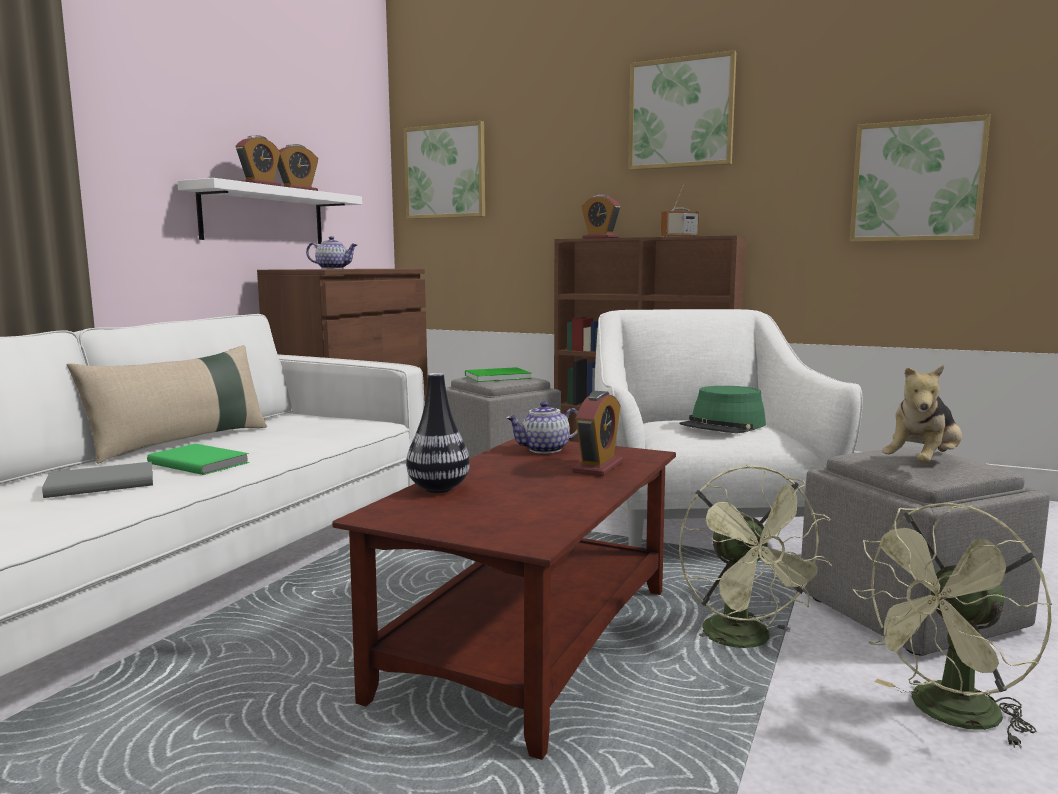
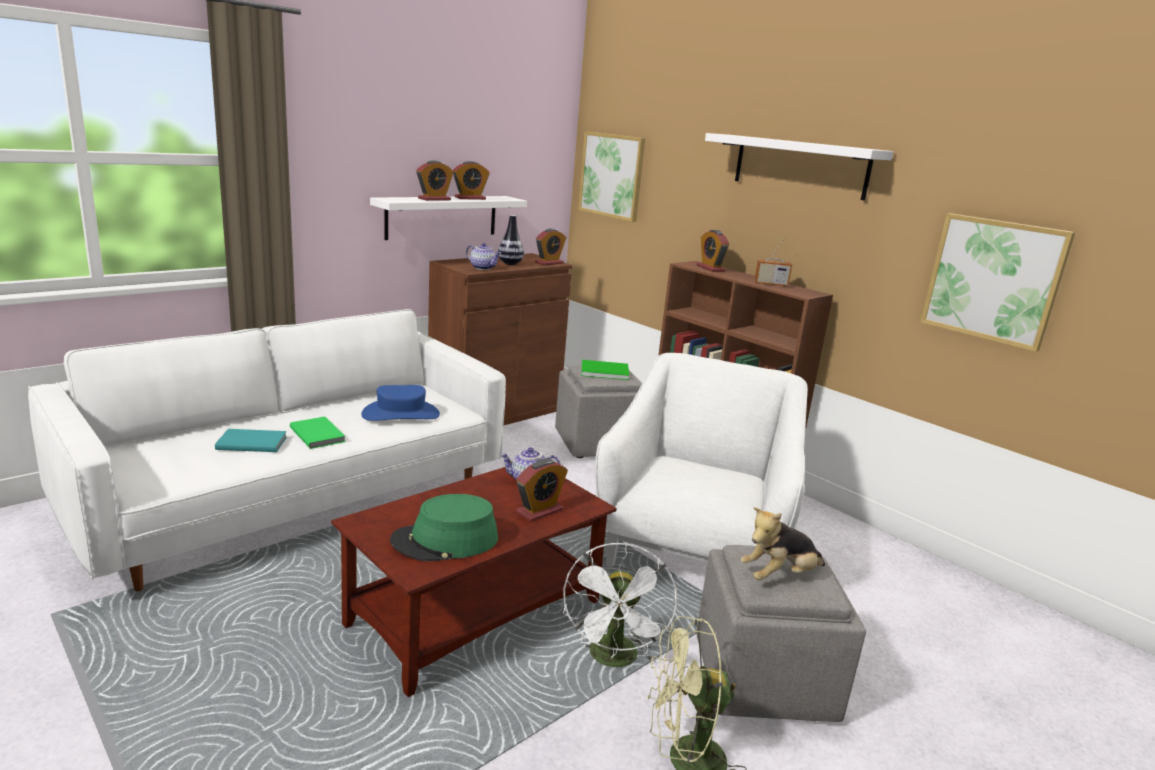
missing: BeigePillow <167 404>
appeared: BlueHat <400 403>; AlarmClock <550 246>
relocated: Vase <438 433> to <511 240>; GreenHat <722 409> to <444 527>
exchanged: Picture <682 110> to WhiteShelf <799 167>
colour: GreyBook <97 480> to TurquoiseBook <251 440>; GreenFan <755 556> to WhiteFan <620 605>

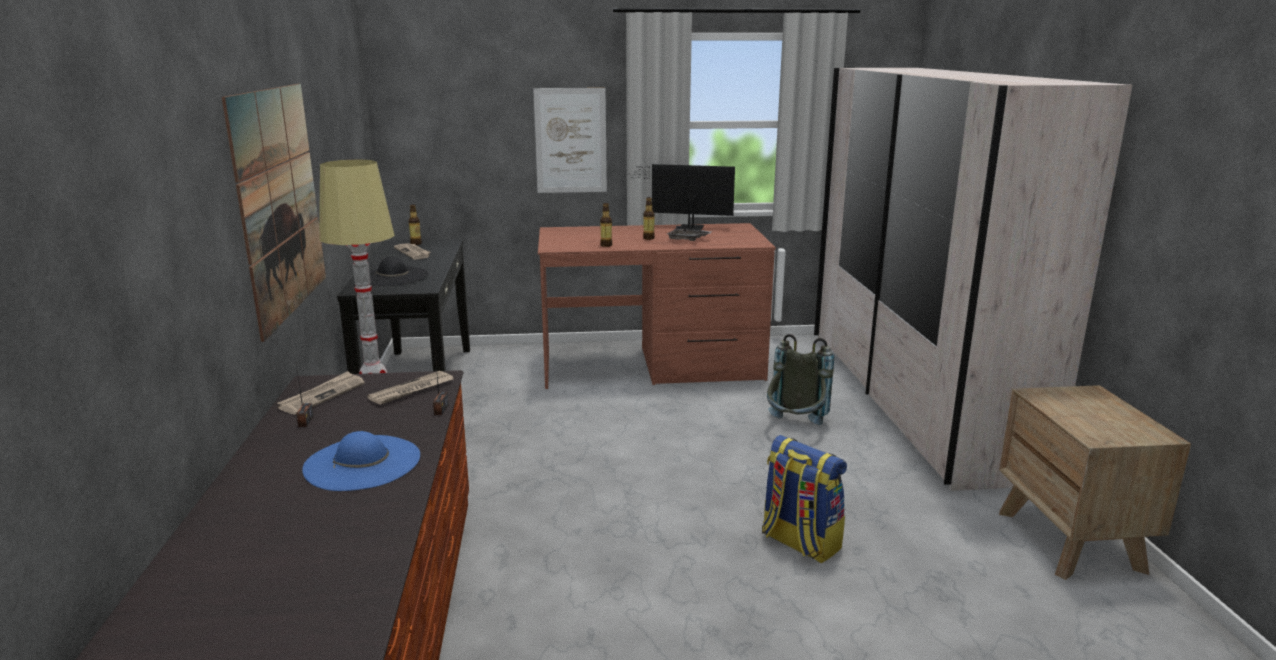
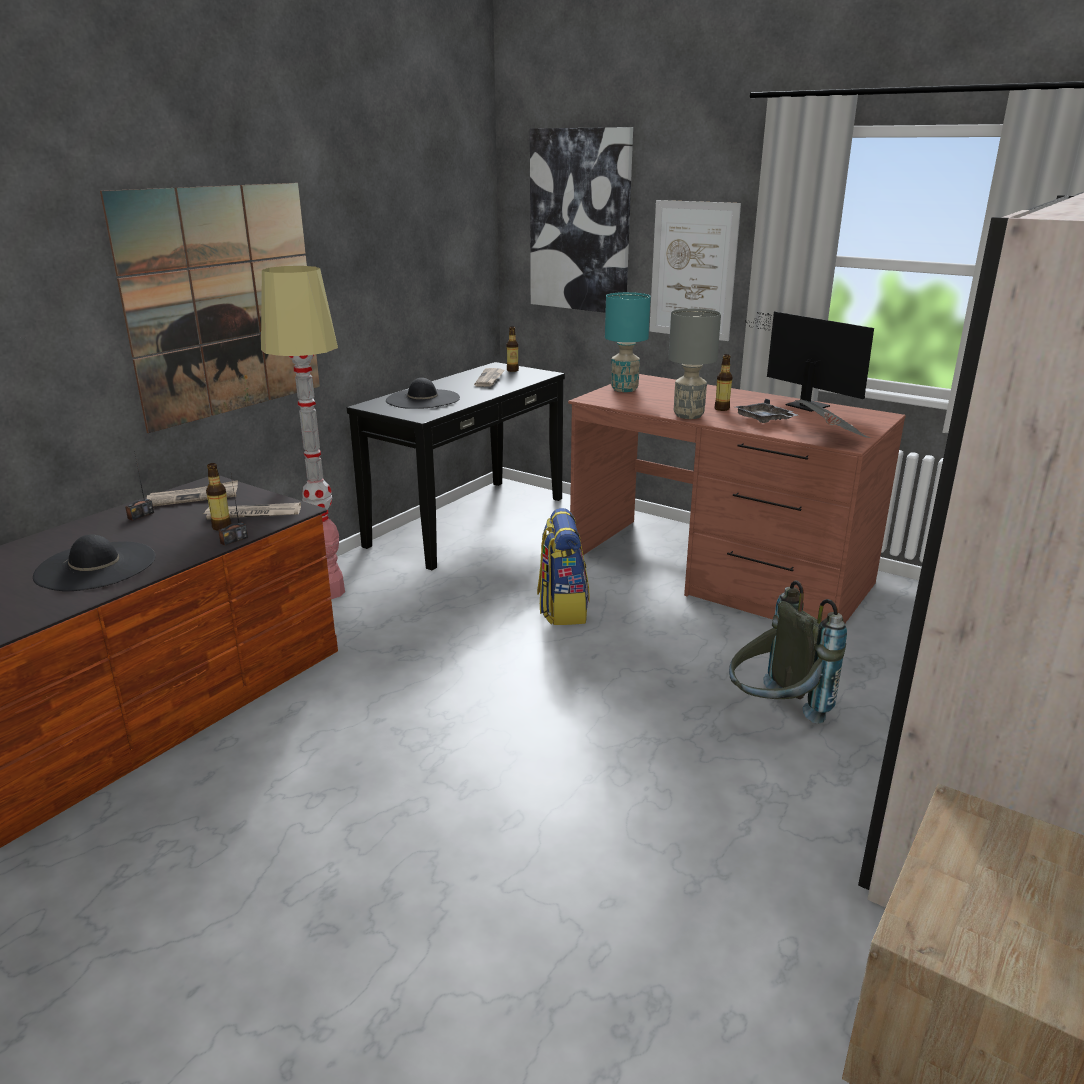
appeared: Picture <581 220>; TurquoiseTableLamp <628 342>; GreyTableLamp <694 364>; Newspaper <833 419>
relocated: Bottle <606 225> to <218 497>; Backpack <804 499> to <563 566>
colour: BlueHat <361 461> to BlackHat <94 562>

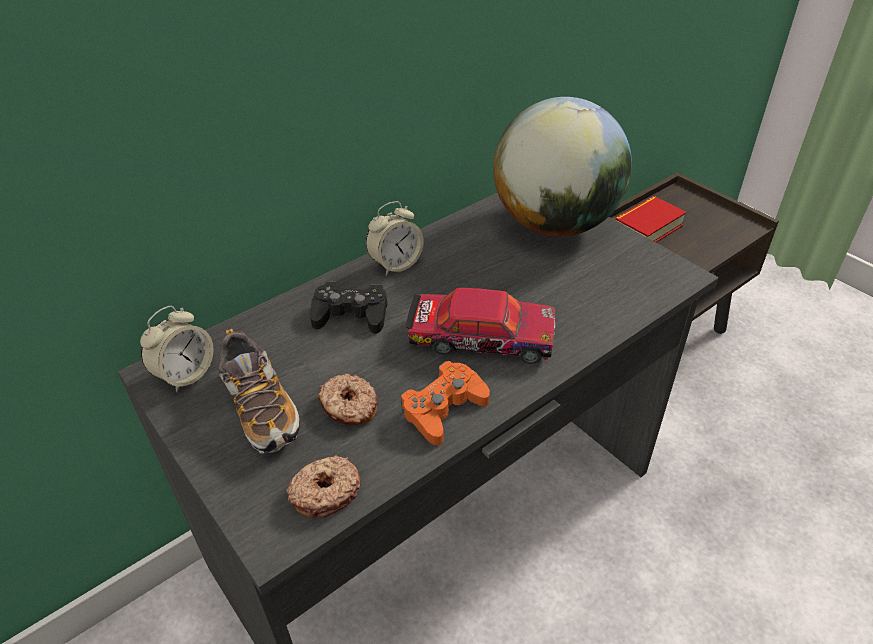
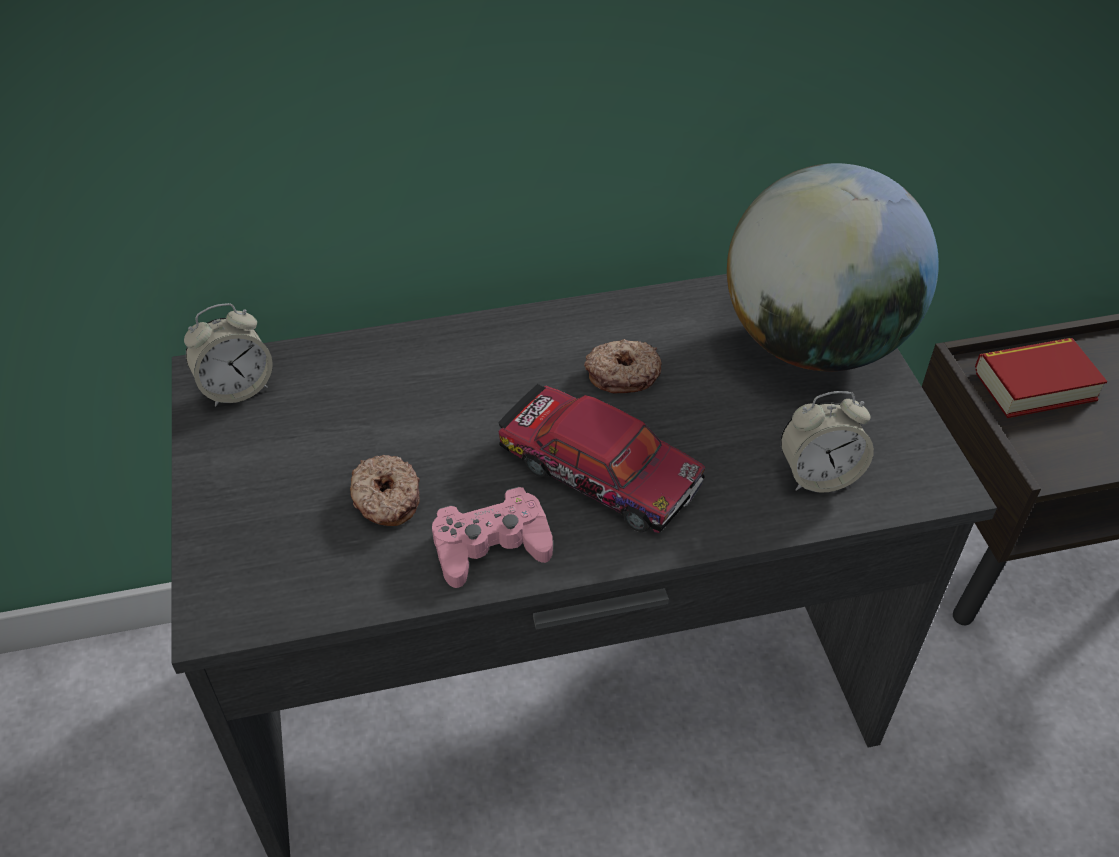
missing: Shoe <259 391>; BlackGameController <349 307>
relocated: Donut <324 486> to <623 366>; AlarmClock <395 238> to <827 442>
colour: OrangeGameController <445 403> to PinkGameController <492 537>

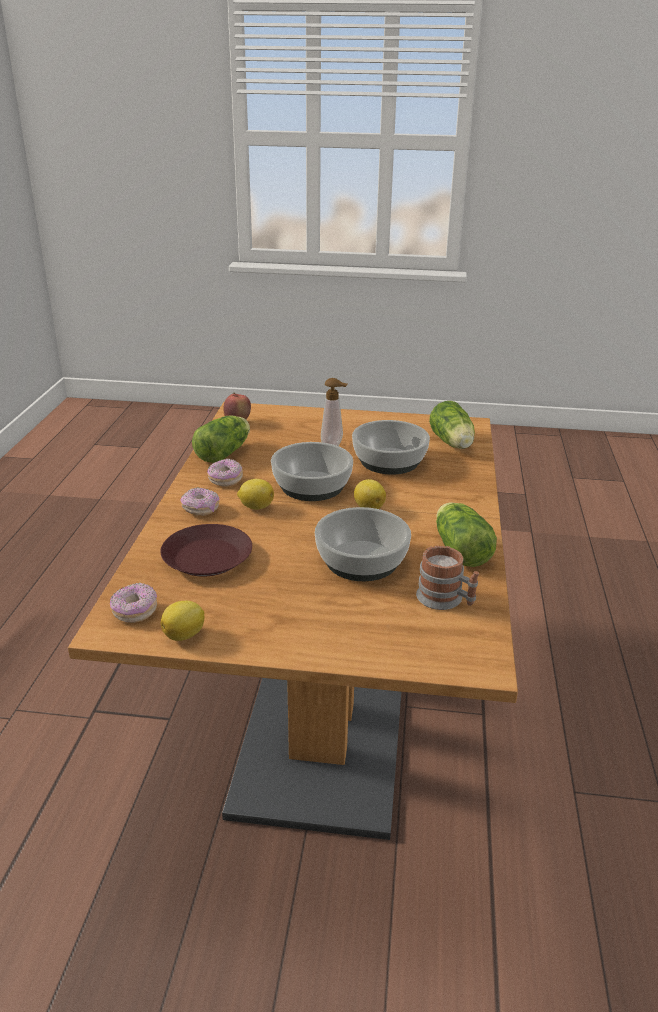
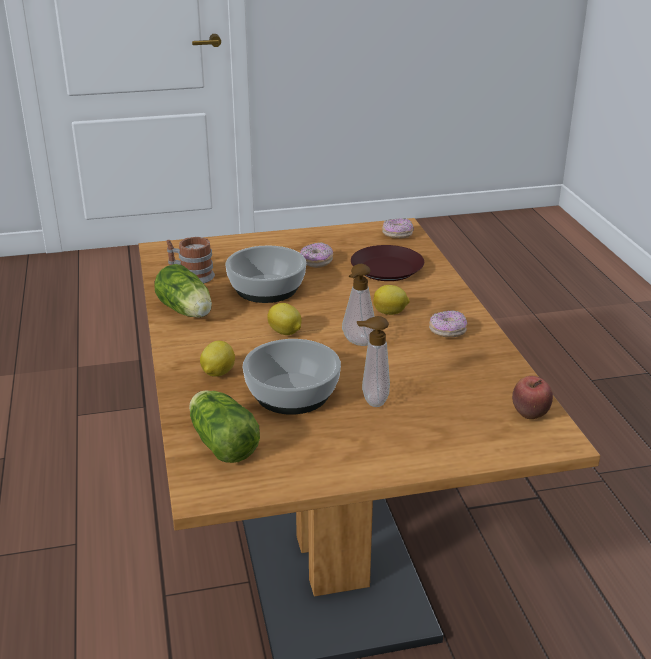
missing: Lettuce <221 439>
relocated: Lemon <183 621> to <217 359>; Donut <199 501> to <316 255>
exchanged: Bowl <312 471> to SoapDispenser <358 305>

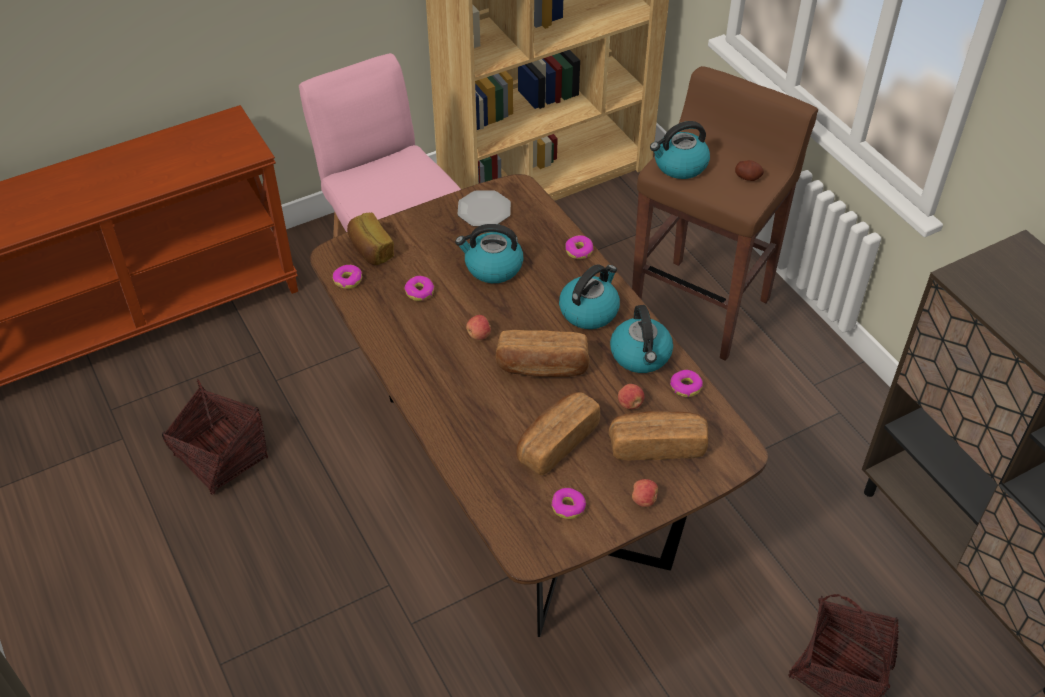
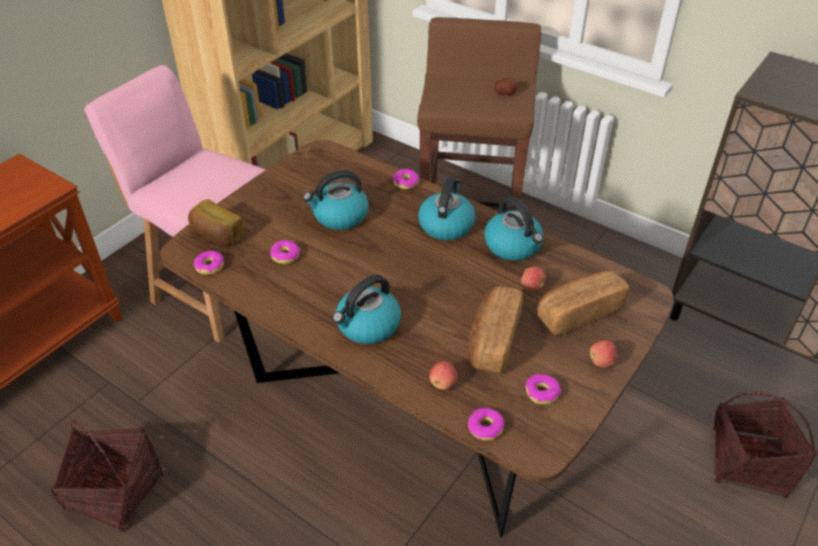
missing: Plate <484 208>; Bread <542 353>
relocated: Apple <478 327> to <443 375>; Kettle <680 150> to <366 309>; Donut <686 383> to <486 424>

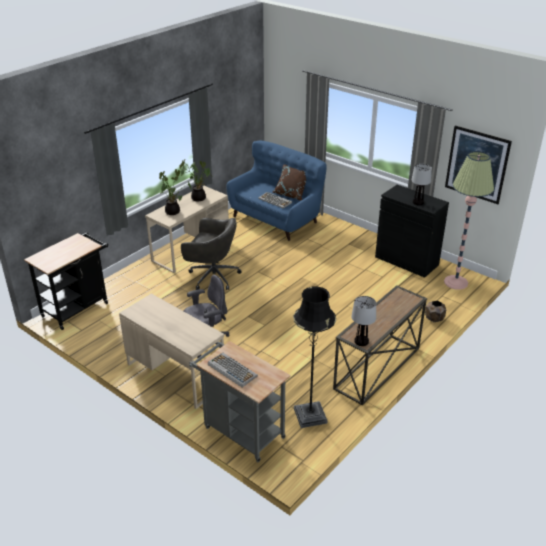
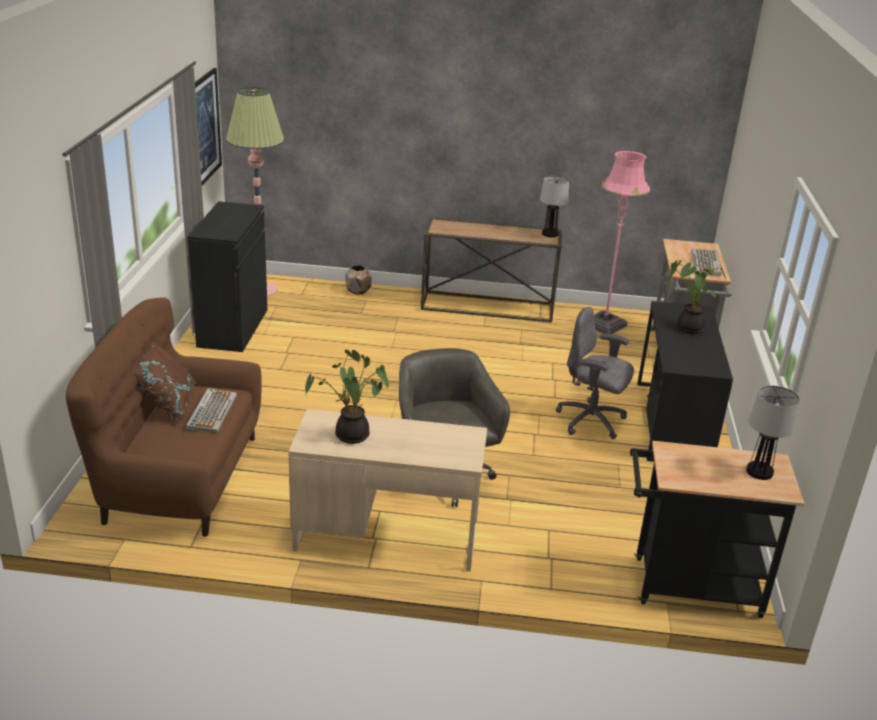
relocated: PottedPlant <175 192> to <697 297>; TableLamp <421 184> to <773 433>
colour: BeigeDesk <171 351> to BlackDesk <685 381>; BlueSofa <277 191> to BrownSofa <164 417>; BlackFloorLamp <314 357> to PinkFloorLamp <622 242>

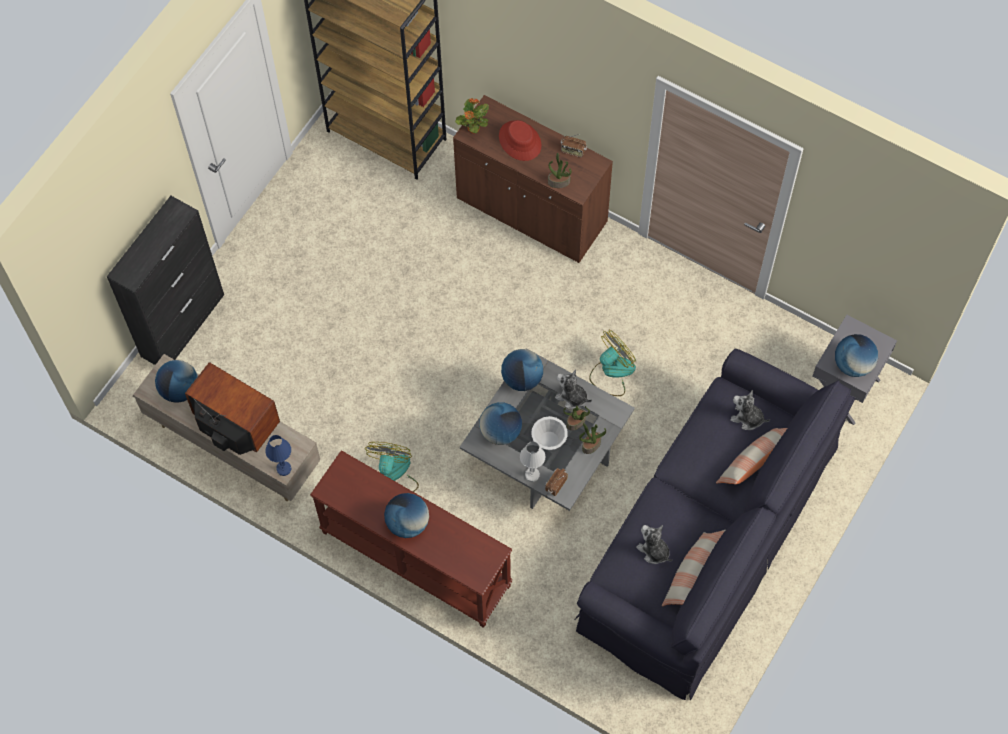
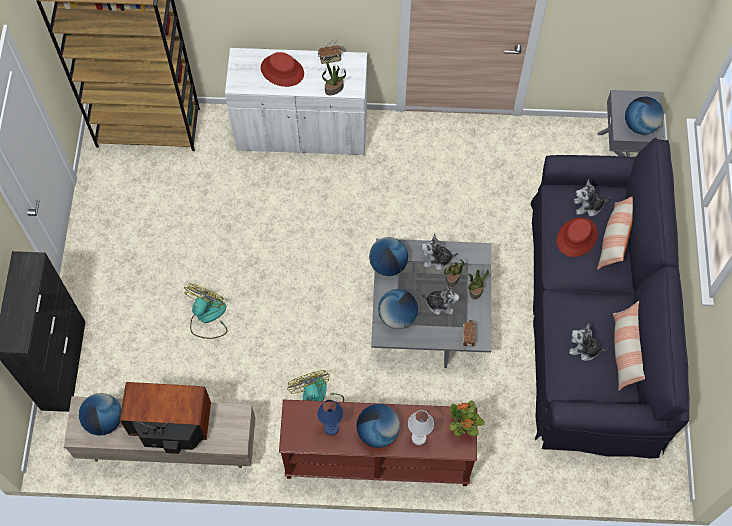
appeared: RedHat <577 237>
relocated: BlueTableLamp <278 455> to <330 417>; PottedPlant <472 116> to <467 418>; WhiteTableLamp <532 462> to <421 427>; Fan <612 363> to <205 311>
exchanged: WhiteBowl <550 433> to PlushToy <440 301>
colour: BrownCabinet <533 179> to WhiteCabinet <296 101>

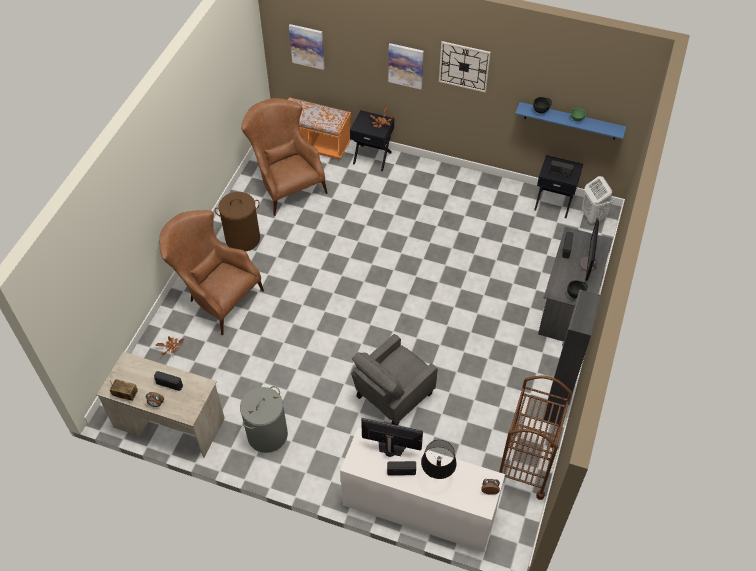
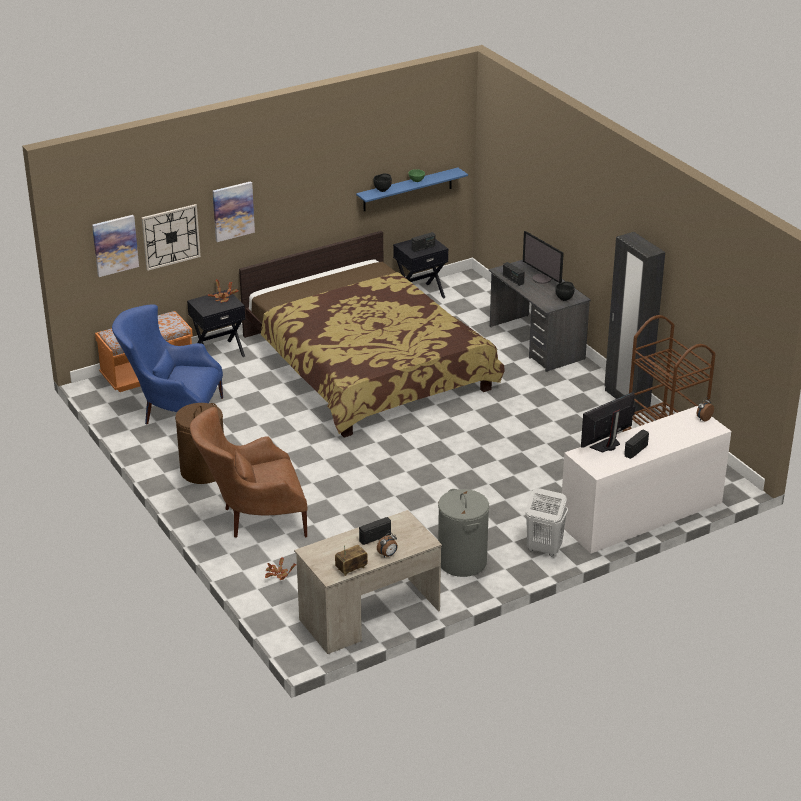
missing: GreyArmchair <394 379>; BlackTableLamp <439 459>
appeared: Bed <372 334>
relocated: WallClock <465 67> to <171 237>; WhiteLaundryBasket <597 199> to <546 522>
colour: BrownArmchair <284 157> to BlueArmchair <167 364>

